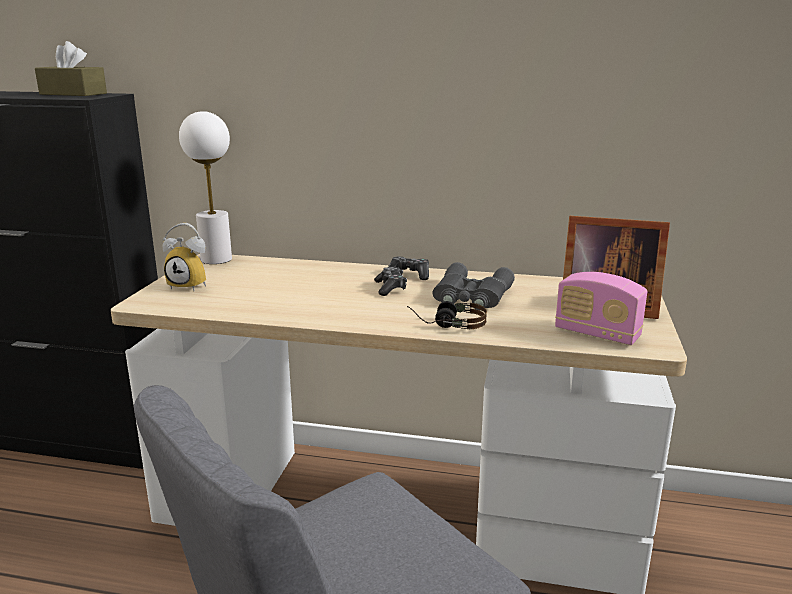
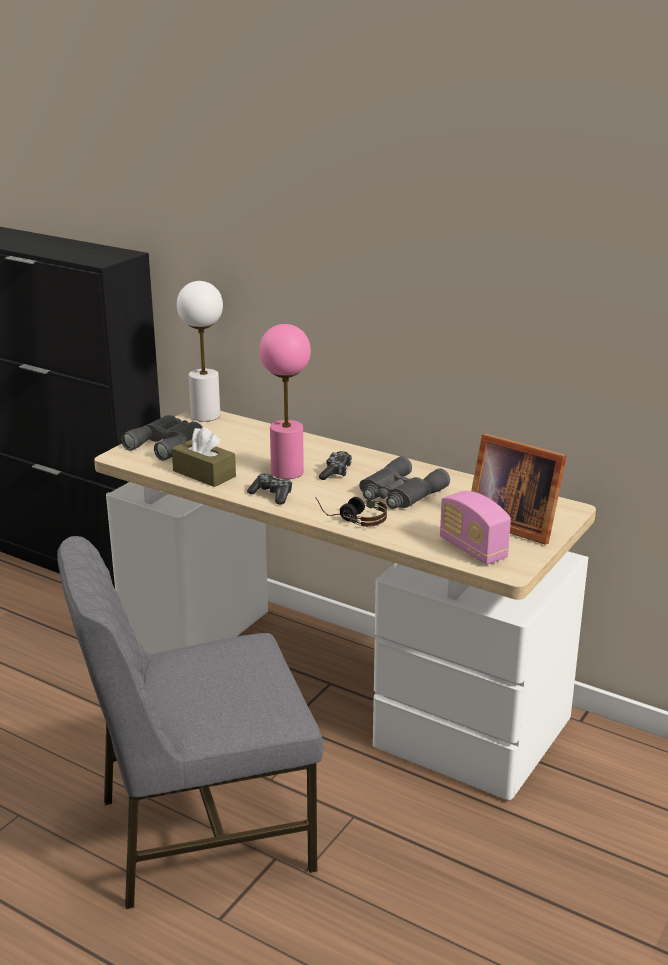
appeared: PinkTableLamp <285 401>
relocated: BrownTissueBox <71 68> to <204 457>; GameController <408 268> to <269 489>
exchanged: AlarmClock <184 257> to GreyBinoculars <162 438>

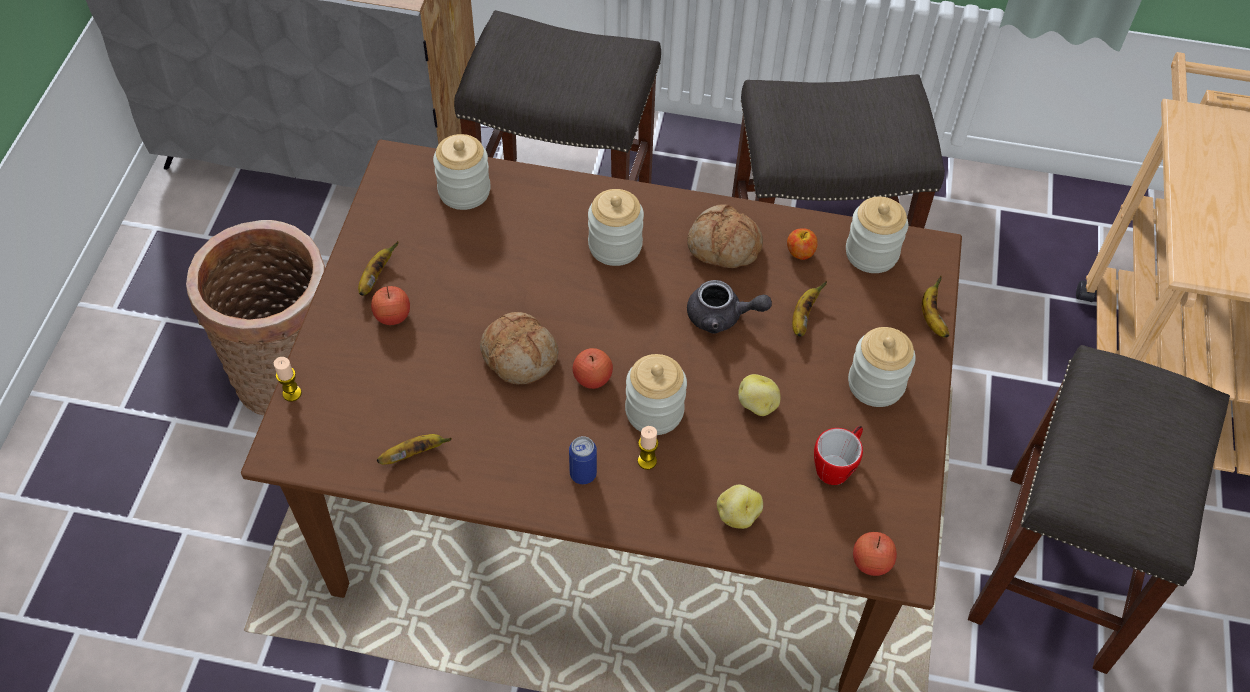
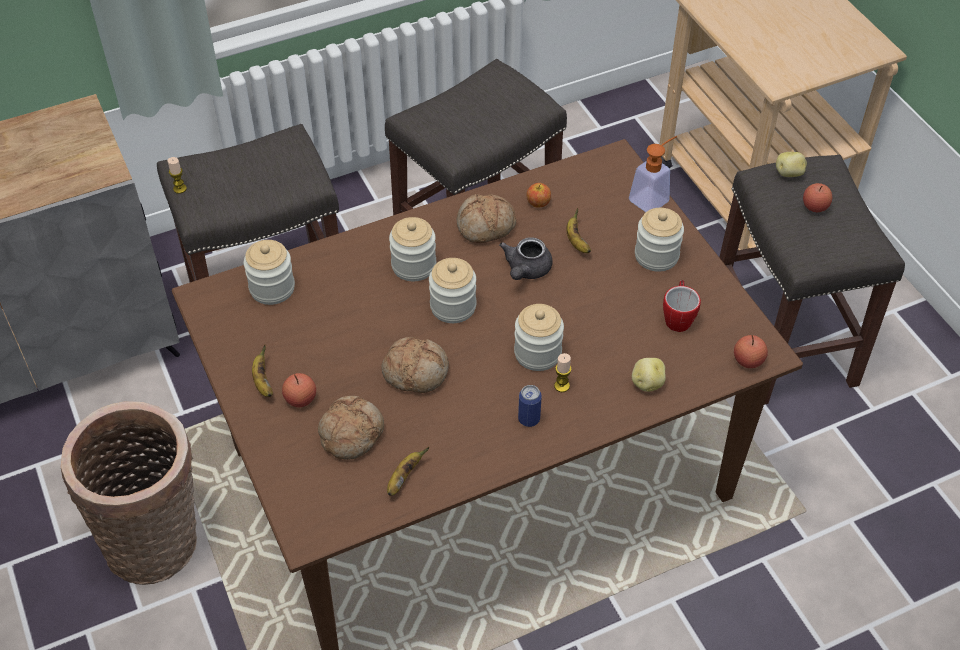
appeared: Bread <351 428>
relocated: Candle <288 379> to <177 175>; Apple <593 368> to <817 197>; Potato <759 395> to <791 164>; Jar <877 235> to <452 290>
exchanged: Banana <935 307> to SoapDispenser <653 174>
spun: GreyTeapot <729 307> = <526 258> 135 degrees clockwise

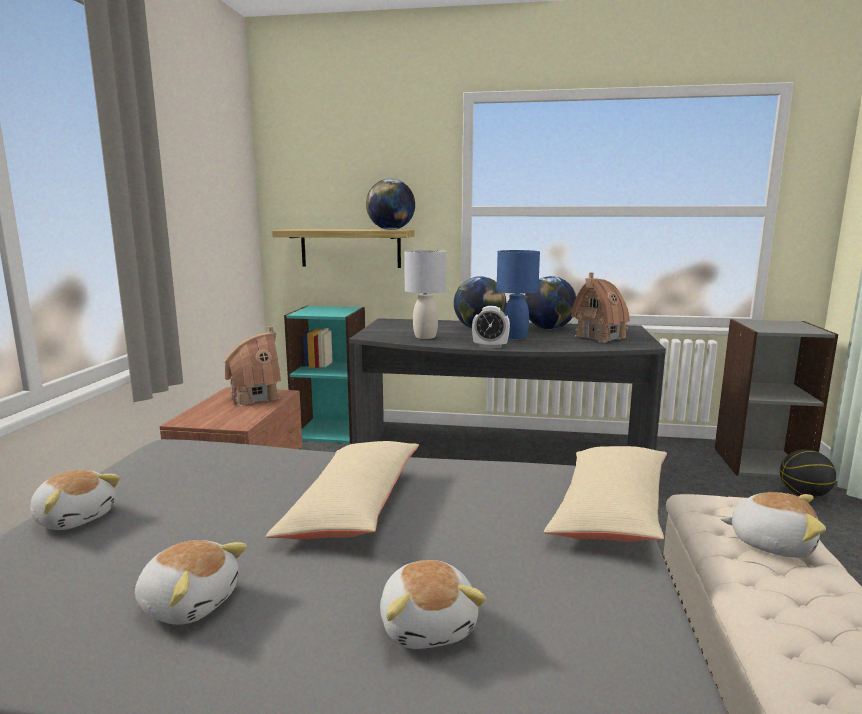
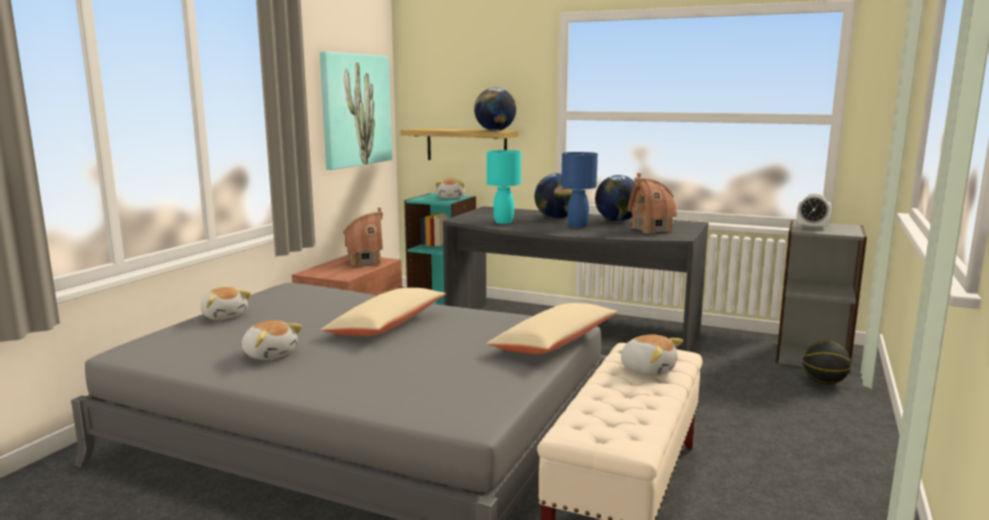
appeared: Picture <356 111>
relocated: PlushToy <433 604> to <450 188>; AlarmClock <491 327> to <814 211>
colour: GreyTableLamp <425 294> to TurquoiseTableLamp <504 187>

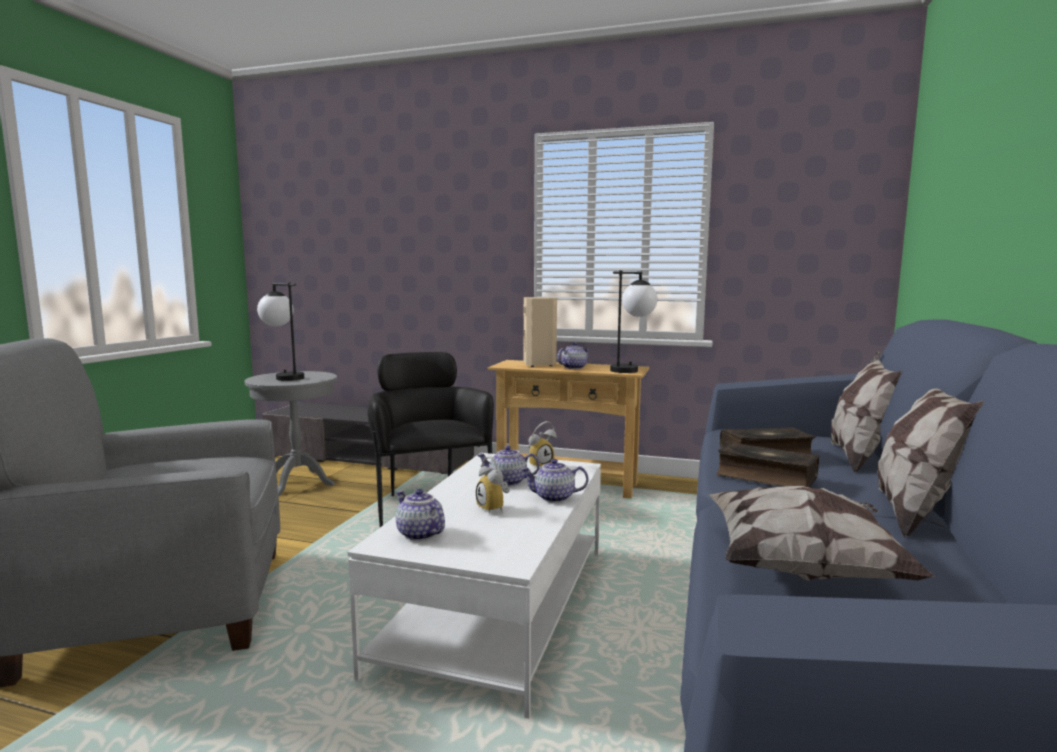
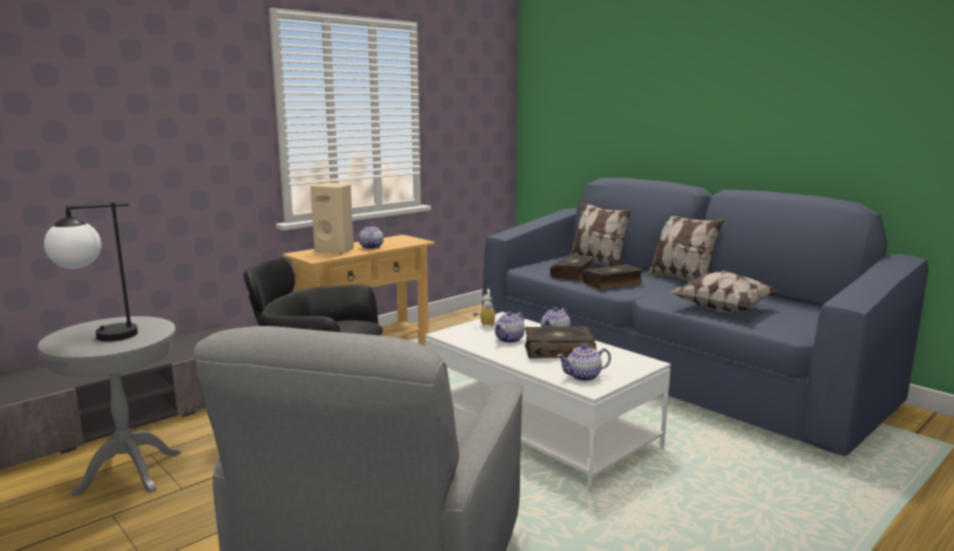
missing: TableLamp <634 322>
exchanged: AlarmClock <493 485> to Book <560 342>

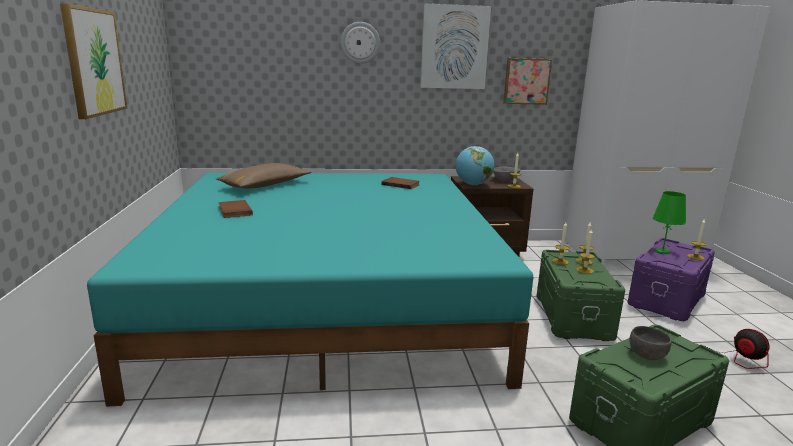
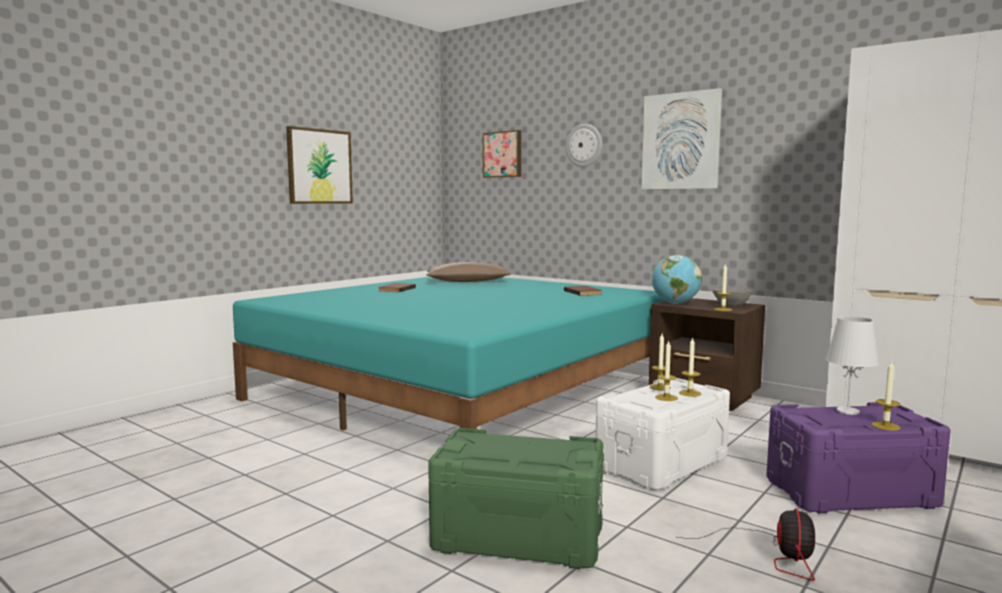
missing: GreyBowl <650 343>
relocated: Picture <527 81> to <502 154>
colour: GreenStorageBox <581 295> to WhiteStorageBox <663 434>; GreenTableLamp <669 222> to WhiteTableLamp <852 365>

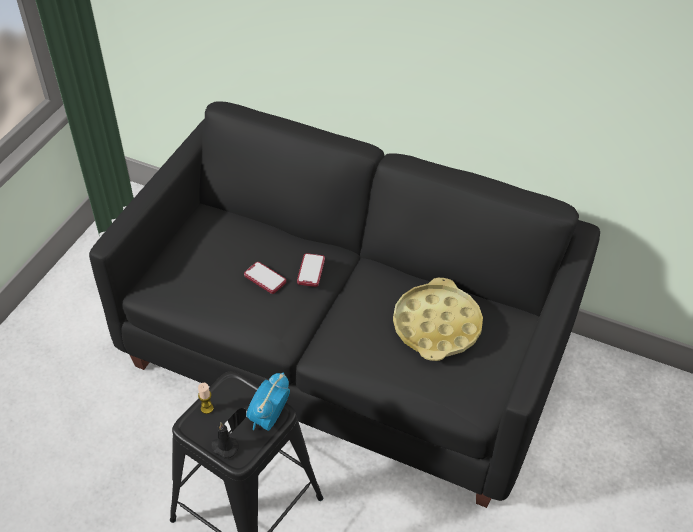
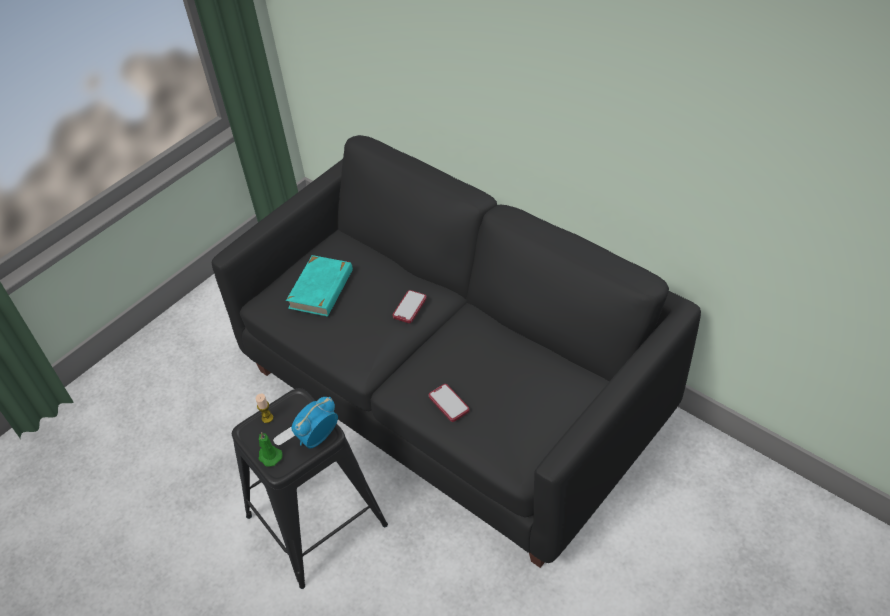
missing: YellowTray <438 319>
appeared: TurquoiseBook <319 286>
relocated: Phone <265 278> to <449 403>
colour: BlackCandle <225 440> to GreenCandle <270 449>

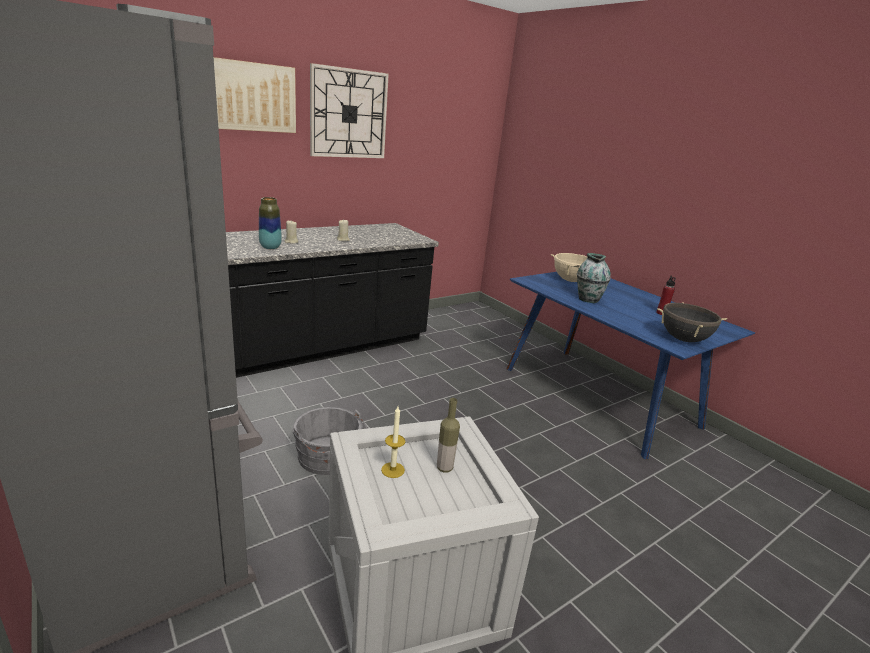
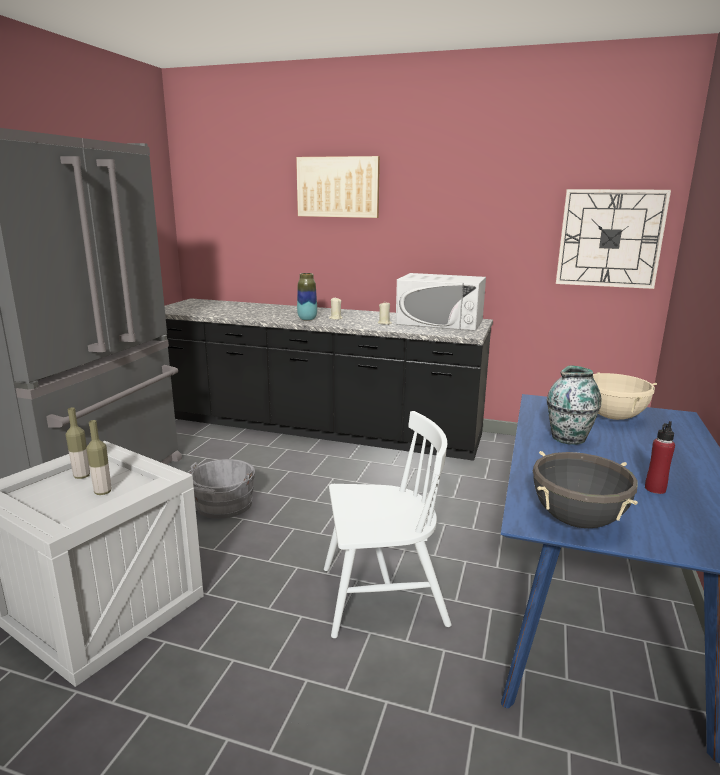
appeared: WhiteChair <388 524>; WhiteMicrowave <441 302>
relocated: WallClock <349 110> to <613 239>
exchanged: Candle <393 442> to Bottle <78 443>

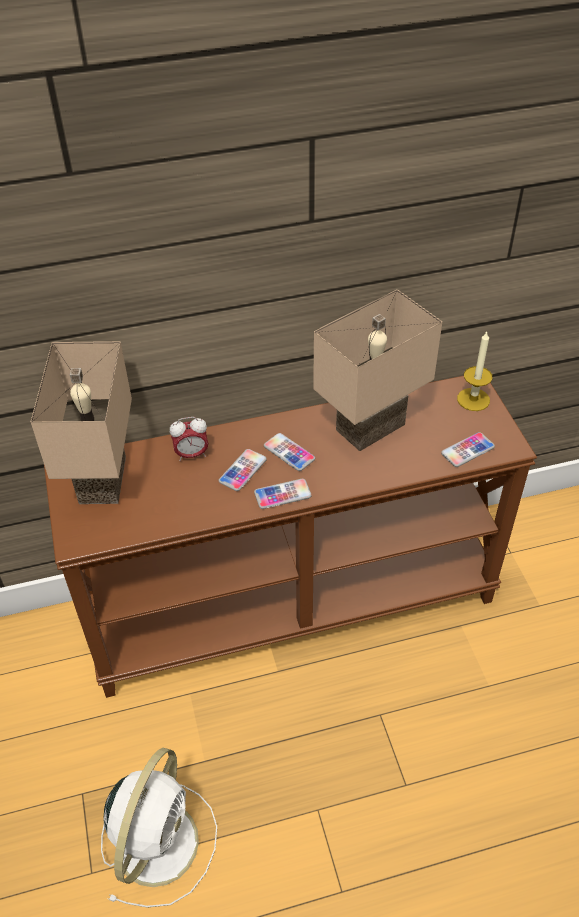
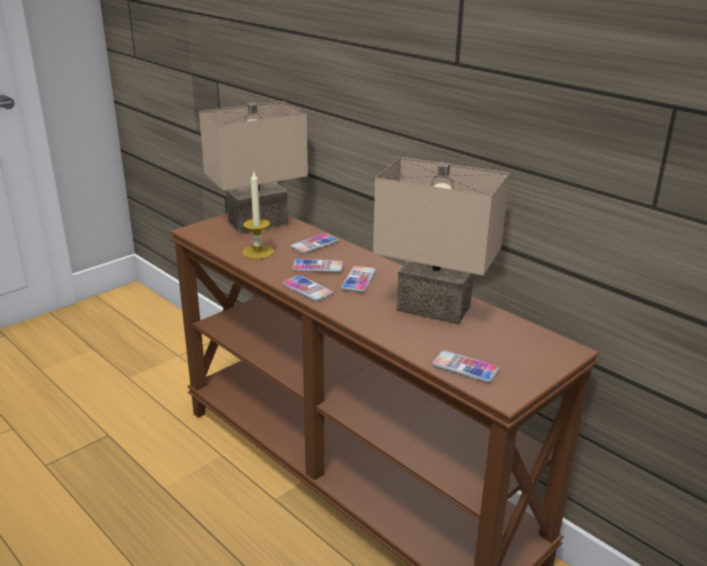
missing: WhiteFan <159 828>
relocated: Candle <475 371> to <258 214>
exchanged: AlarmClock <189 439> to Phone <314 244>

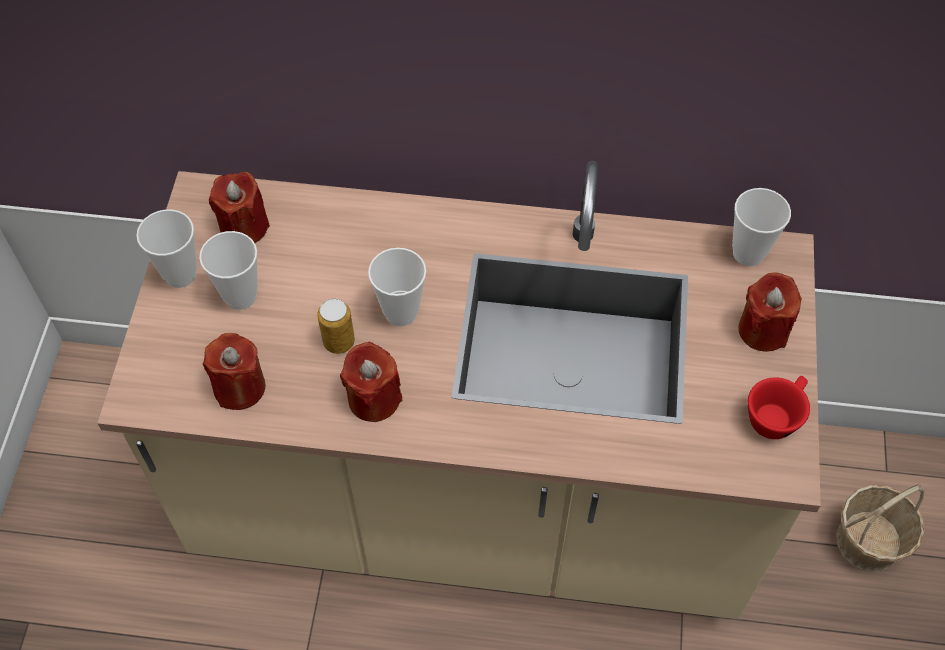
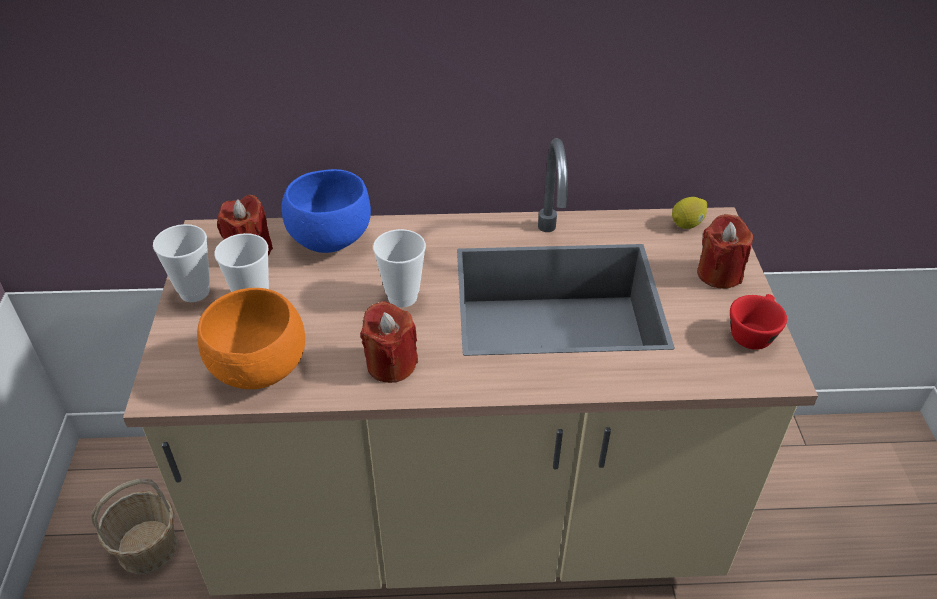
missing: Can <336 326>
appeared: BlueBowl <326 211>
relocated: Basket <880 528> to <134 526>
exchanged: RedCandle <234 371> to OrangeBowl <251 338>; Cup <761 227> to Lemon <689 213>

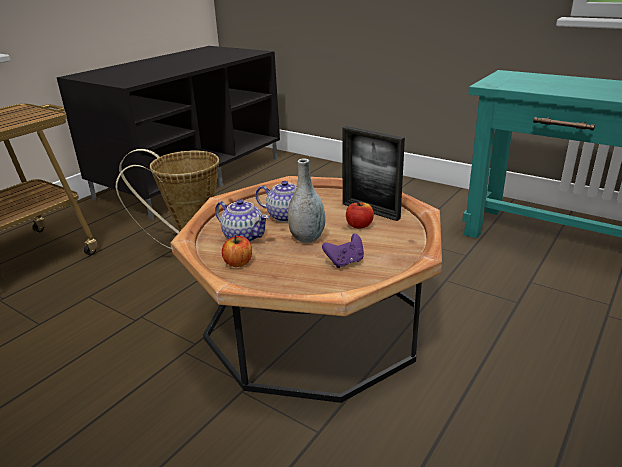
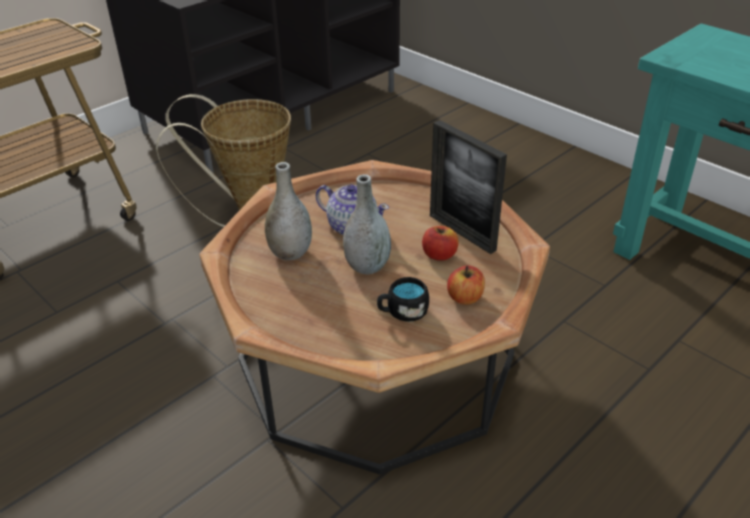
relocated: Apple <237 251> to <466 285>
exchanged: Teapot <242 220> to GreyVase <288 211>; PurpleGameController <343 251> to BlackMug <403 299>

